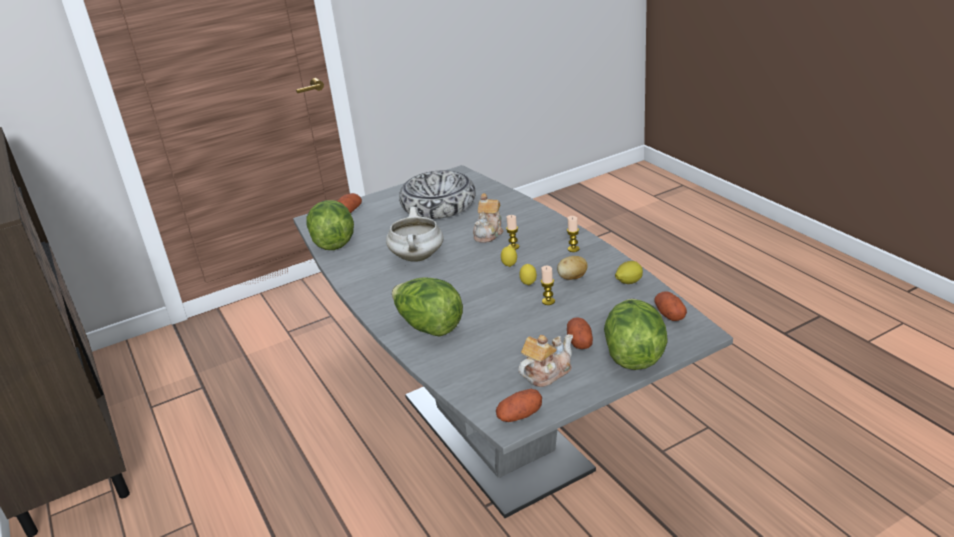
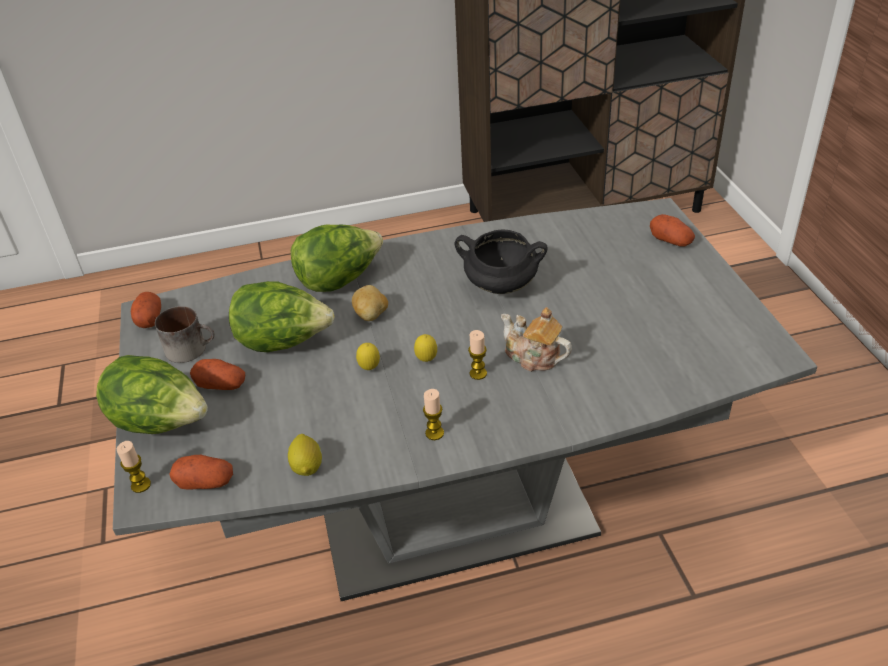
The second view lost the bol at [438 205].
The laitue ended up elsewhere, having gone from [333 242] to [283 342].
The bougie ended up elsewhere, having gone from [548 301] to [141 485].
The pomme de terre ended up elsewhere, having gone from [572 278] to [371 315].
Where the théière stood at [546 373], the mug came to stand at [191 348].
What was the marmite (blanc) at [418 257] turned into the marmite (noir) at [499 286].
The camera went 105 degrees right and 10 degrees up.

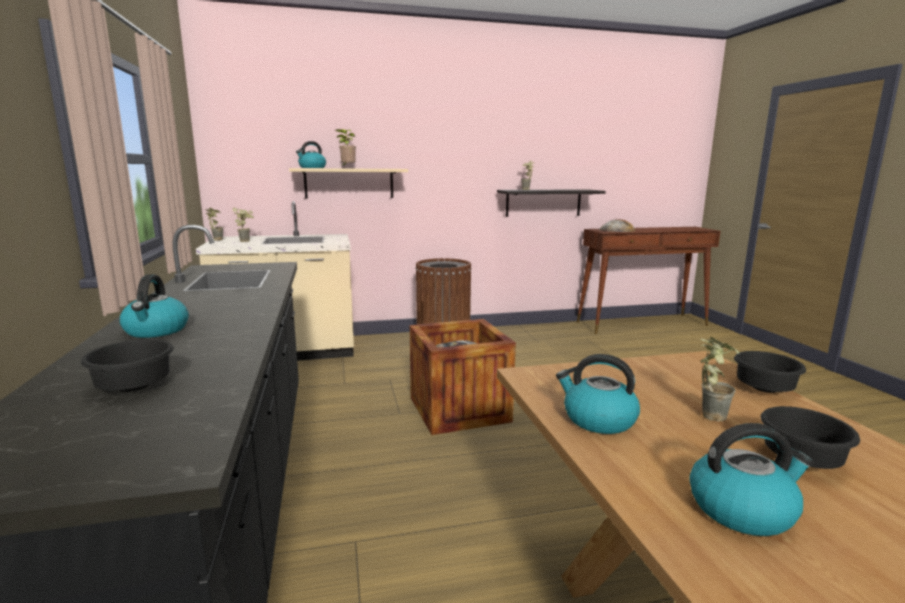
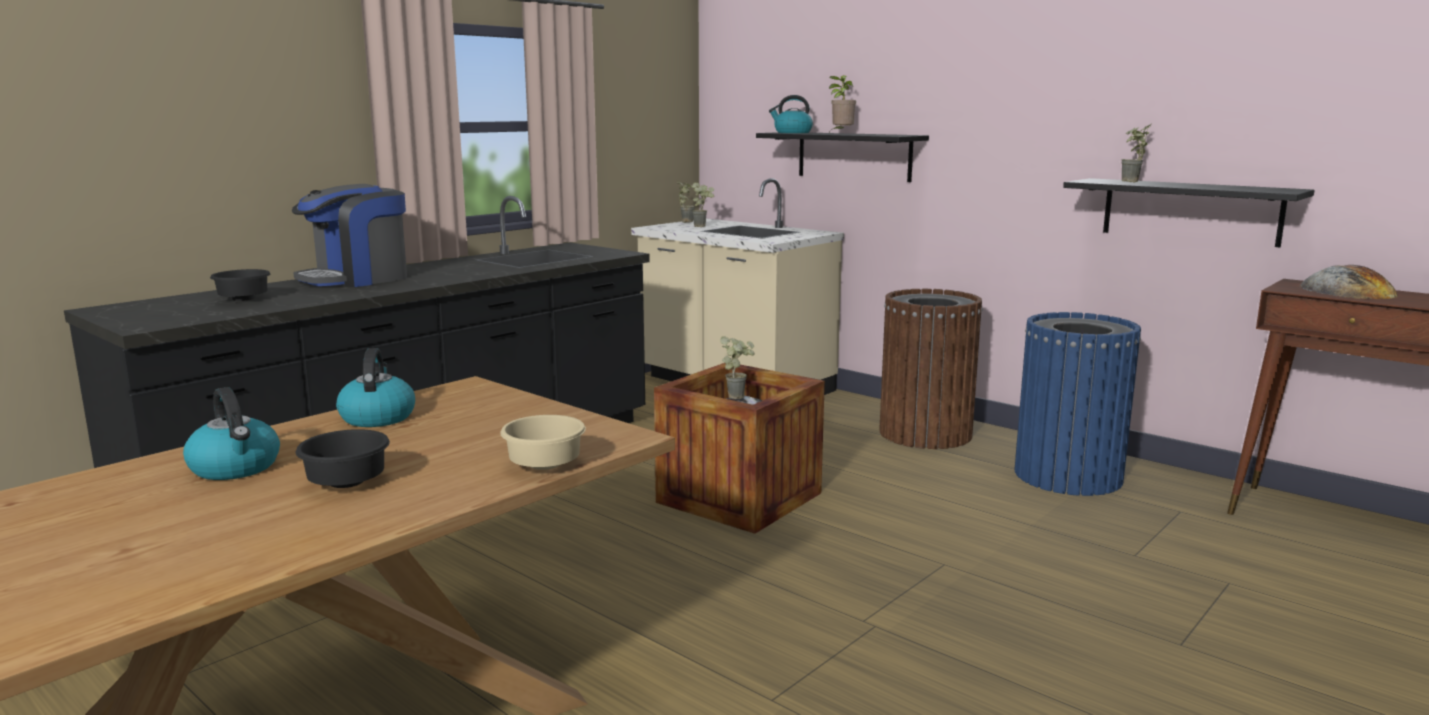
The second view gained the poubelle (bleu) at [1068 476].
The plante en pot ended up elsewhere, having gone from [707 413] to [738 396].
Where the bouilloire stood at [156 331], the machine à café came to stand at [357 279].
What was the étagère (beige) at [349 183] turned into the étagère (noir) at [854 156].
What was the bol (noir) at [763 389] turned into the bol (beige) at [542 465].
The camera went 55 degrees right and 0 degrees up.

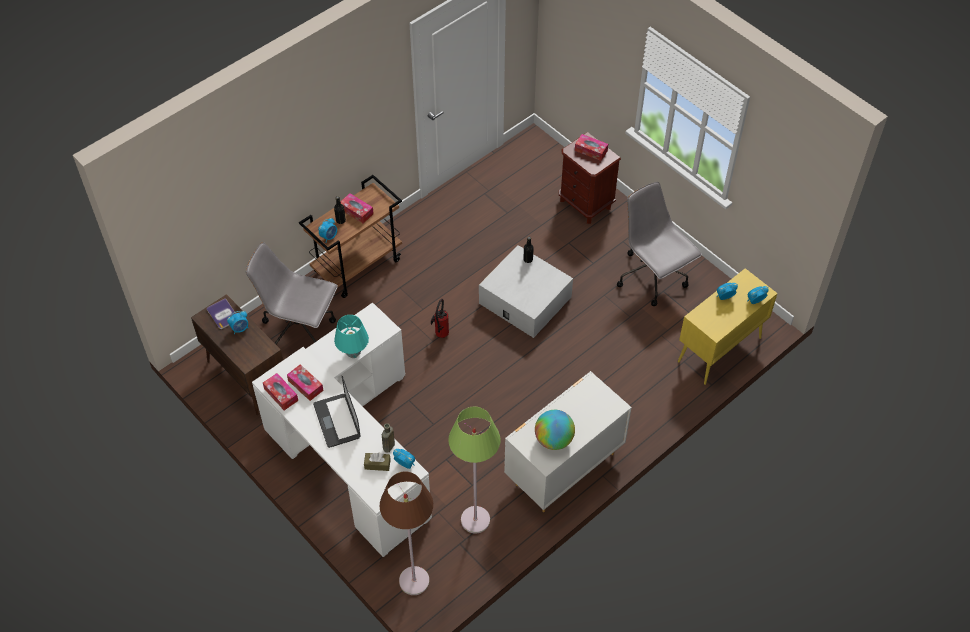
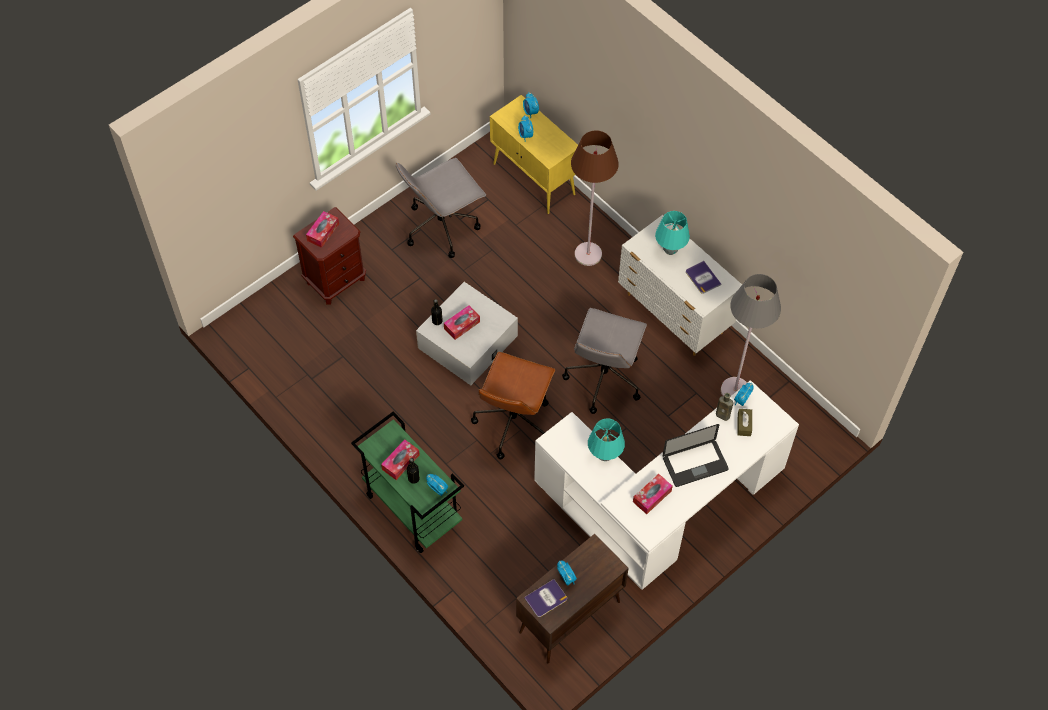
The second view gained the lampe de table (turquoise) at [670 250].
The chaise de bureau (gris) ended up elsewhere, having gone from [300 330] to [603 378].
The boîte à mouchoirs ended up elsewhere, having gone from [281 394] to [462 325].
The lampadaire (marron) ended up elsewhere, having gone from [414 581] to [588 254].
Where the extincteur stood at [440 335], the chaise de bureau (marron) came to stand at [513 422].
Where the globe stood at [553 439], the livre came to stand at [702 278].
What was the chariot (marron) at [358 265] turned into the chariot (vert) at [412 508].
What was the lampadaire (vert) at [475 520] turned into the lampadaire (gris) at [734 390].
The camera went 90 degrees left and 5 degrees up.

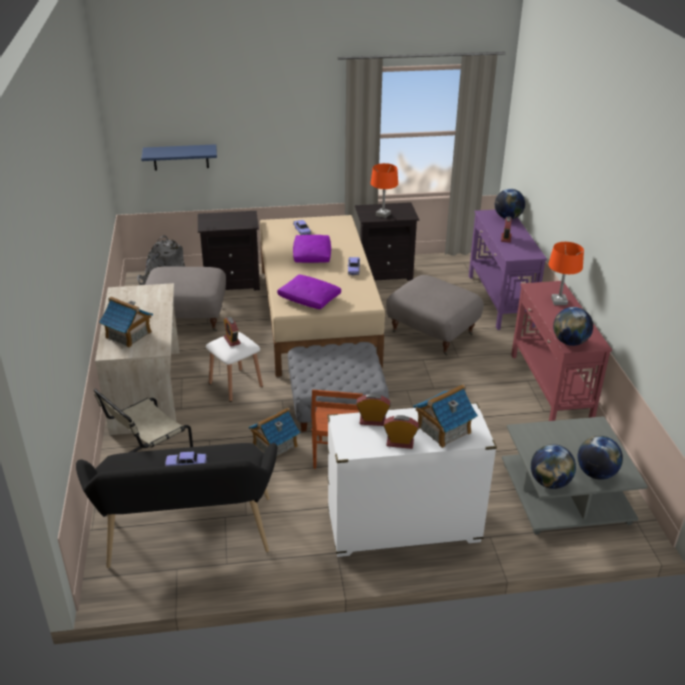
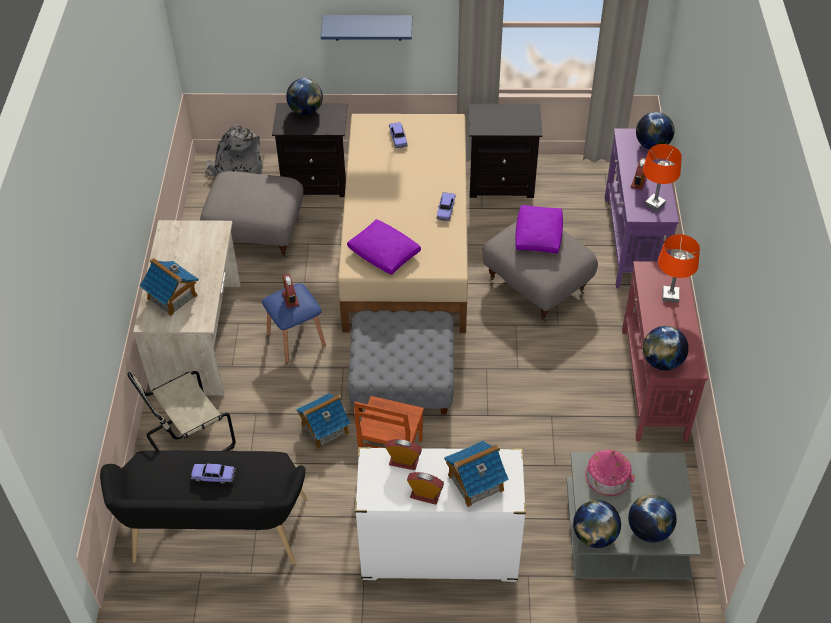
The second view gained the globe at [306 111].
The second view gained the maison miniature at [608 476].
The étagère (bleu) ended up elsewhere, having gone from [180 157] to [368 27].
The coussin (violet) ended up elsewhere, having gone from [312 255] to [538 235].
The lampe de table (orange) ended up elsewhere, having gone from [383 214] to [654 204].
What was the tabouret (blanc) at [235 384] turned into the tabouret (bleu) at [296 339].
The camera went 10 degrees right and 15 degrees up.

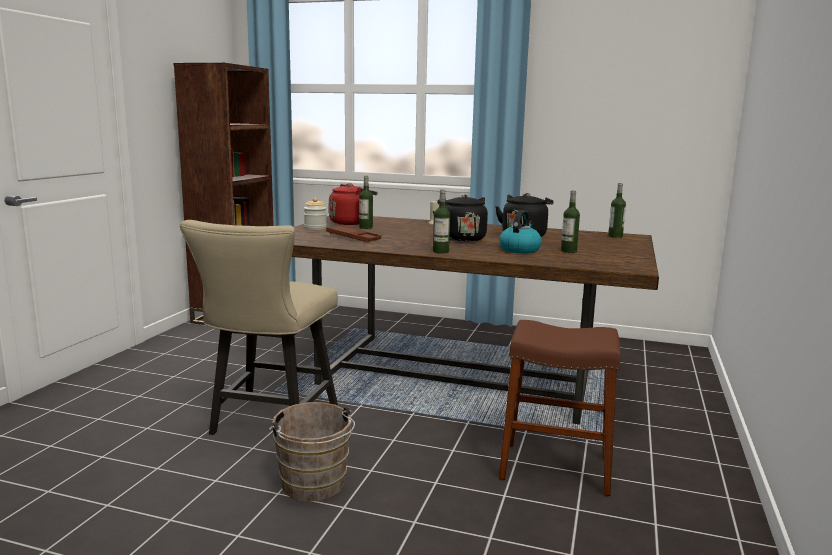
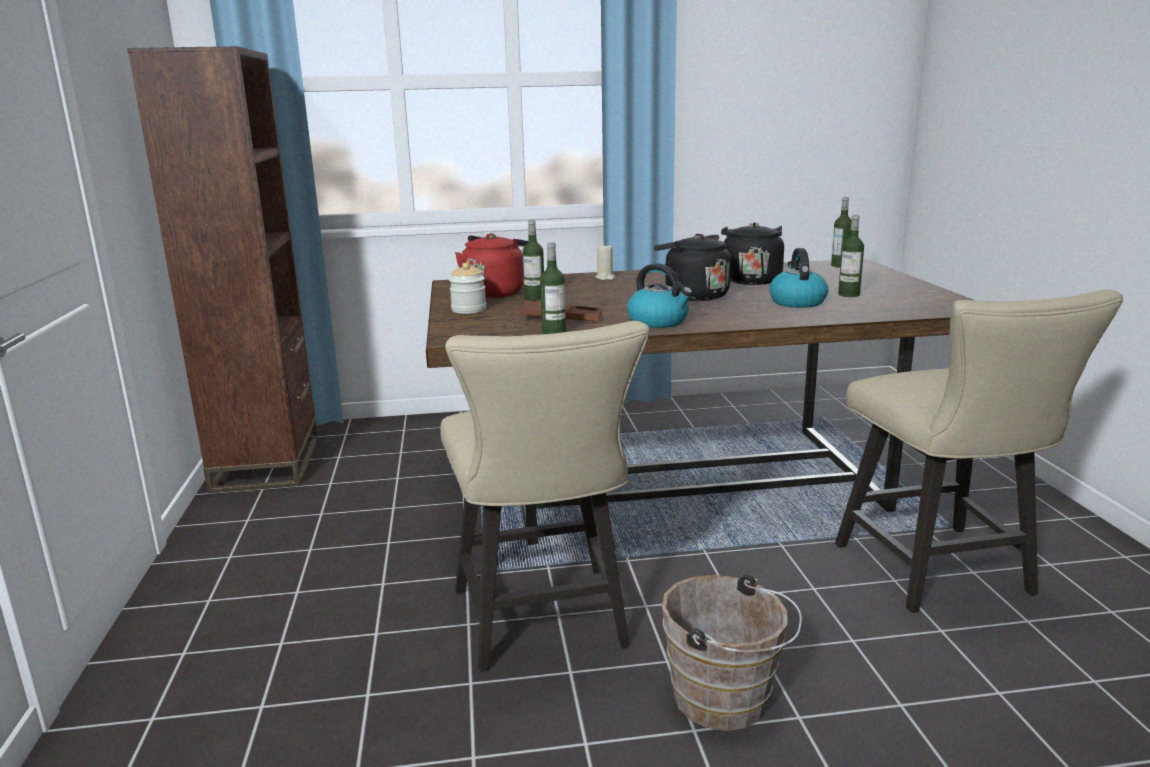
The second view gained the bouilloire at [659 322].
The bouteille ended up elsewhere, having gone from [440 252] to [554 334].
Where the tabouret (marron) stood at [555 467], the chaise (beige) came to stand at [942 575].
The camera went 25 degrees left and 5 degrees up.

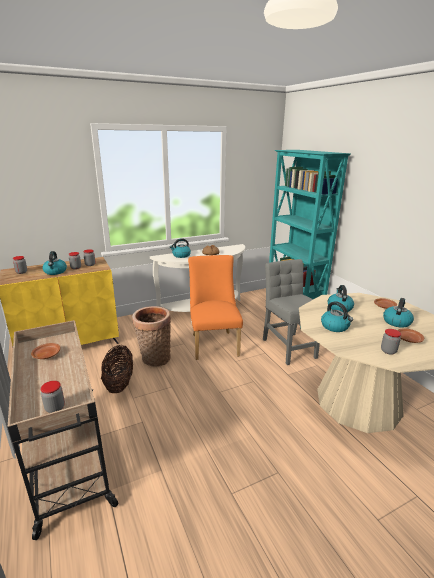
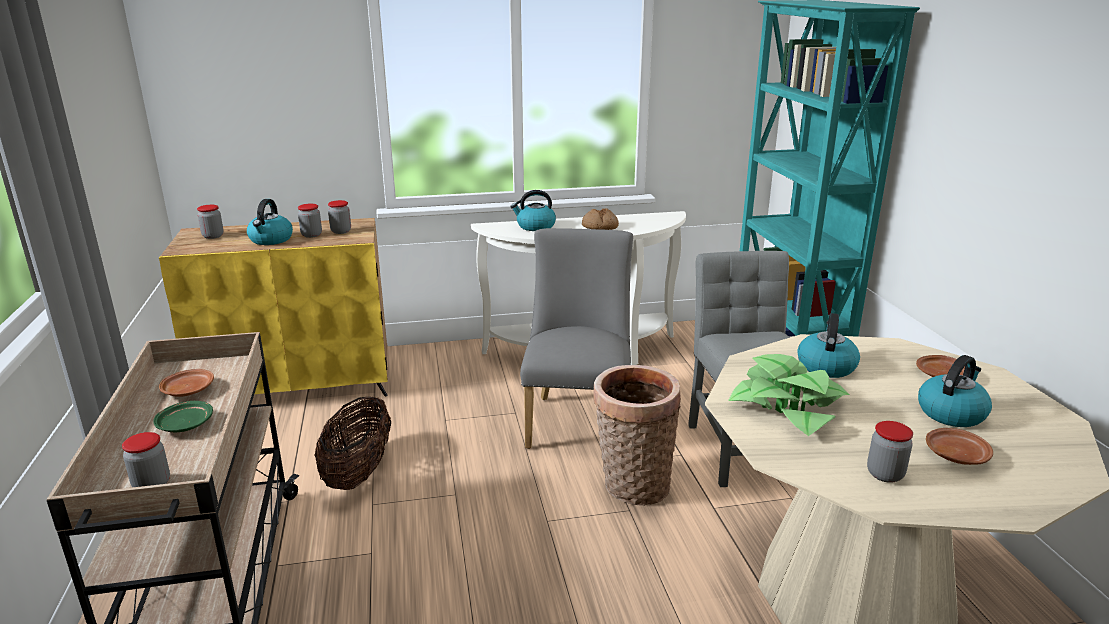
The second view gained the assiette (vert) at [185 425].
The panier ended up elsewhere, having gone from [154 358] to [632 485].
Where the bouilloire stood at [335 327], the plante en pot came to stand at [788 406].
What was the chaise (orange) at [213 343] turned into the chaise (gris) at [578 419].
The camera went 15 degrees right and 0 degrees up.

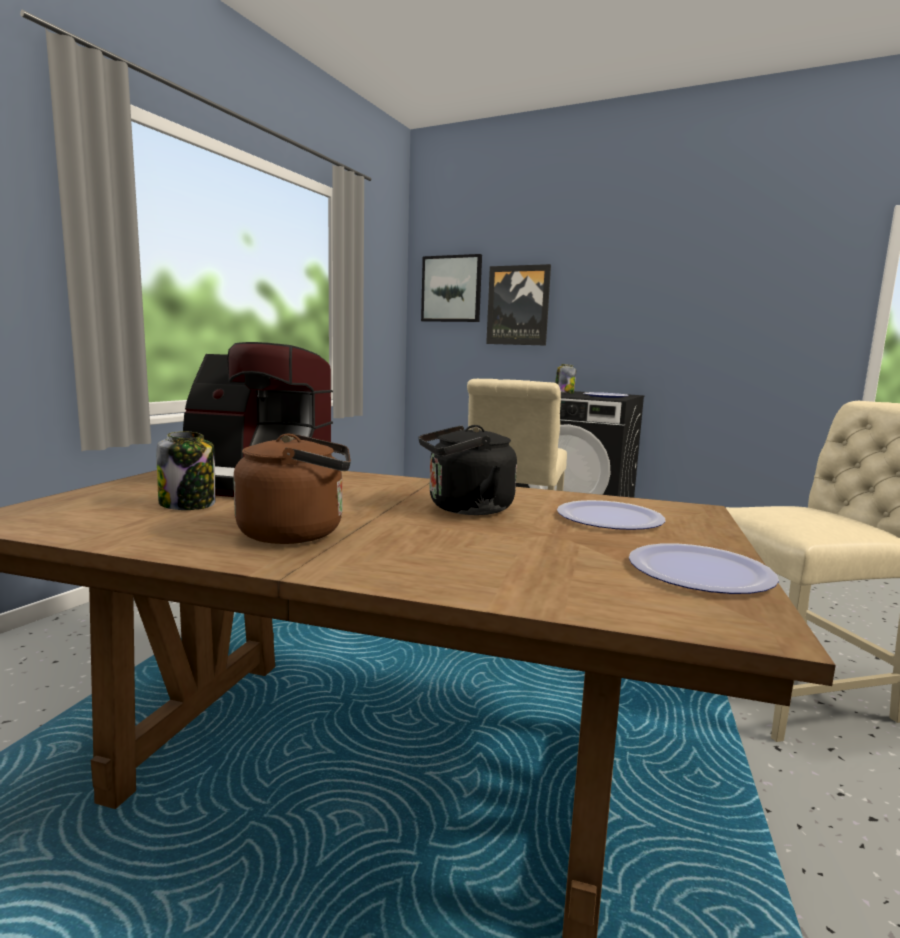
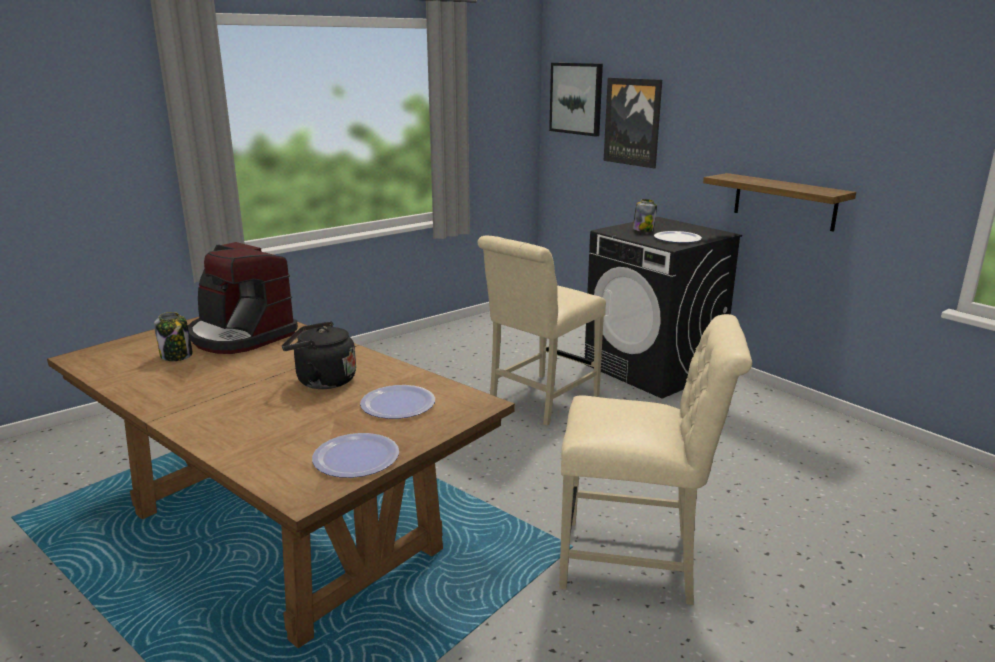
The second view lost the bouilloire (marron) at [298 533].
The second view gained the étagère at [784 201].
The camera went 25 degrees right and 10 degrees up.

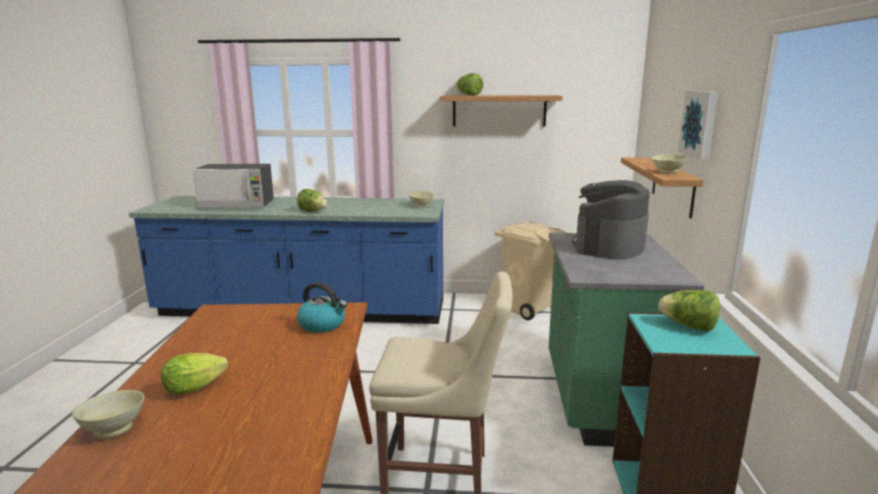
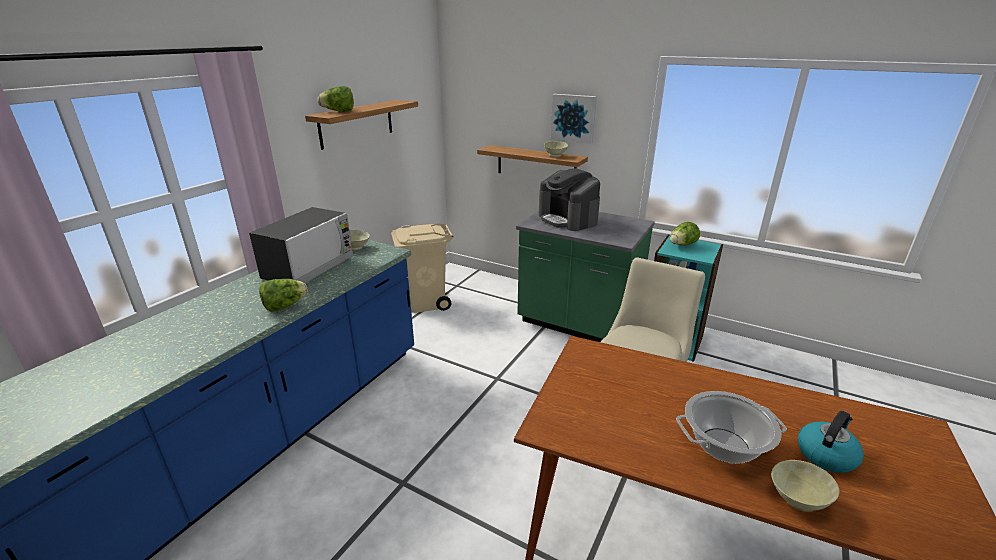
The micro-ondes ended up elsewhere, having gone from [237 205] to [309 268].
The bouilloire ended up elsewhere, having gone from [323 324] to [825 454].
Where the laitue stood at [198 387], the marmite came to stand at [724 446].
The camera went 65 degrees left and 10 degrees up.

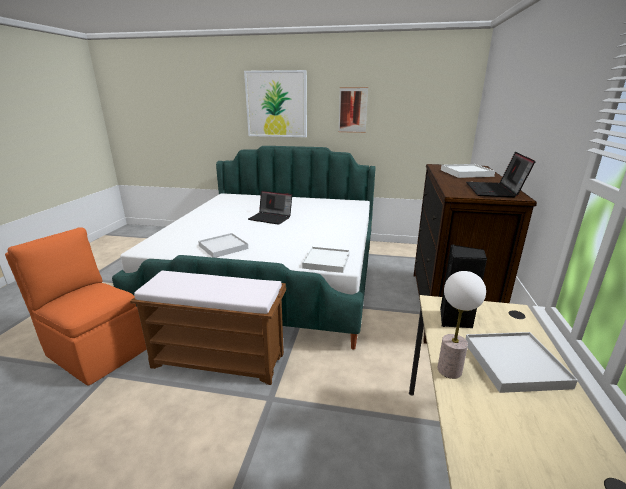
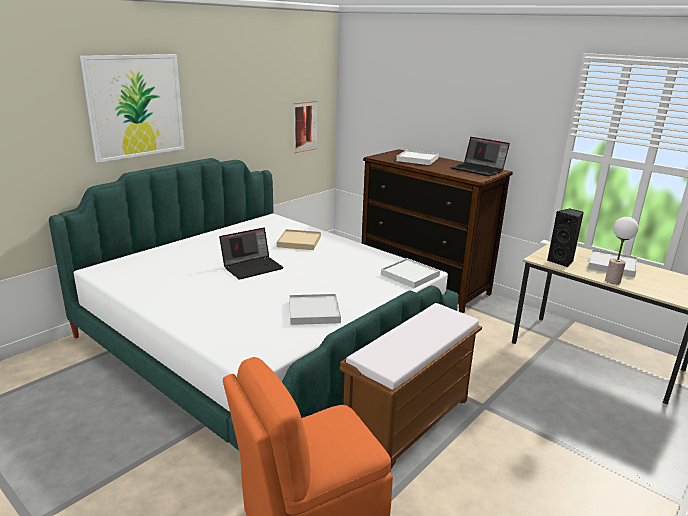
The second view gained the plateau (beige) at [299 242].
The tableau ended up elsewhere, having gone from [353 110] to [305 126].
The camera went 60 degrees left and 0 degrees up.

